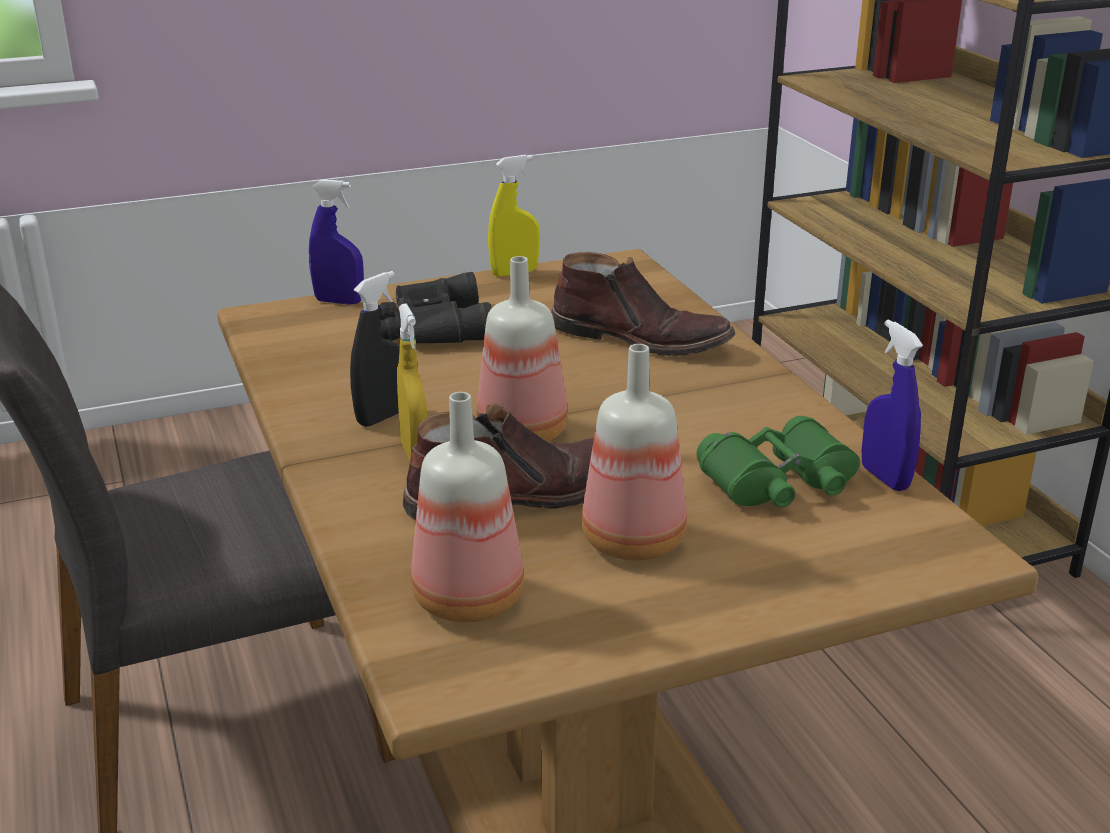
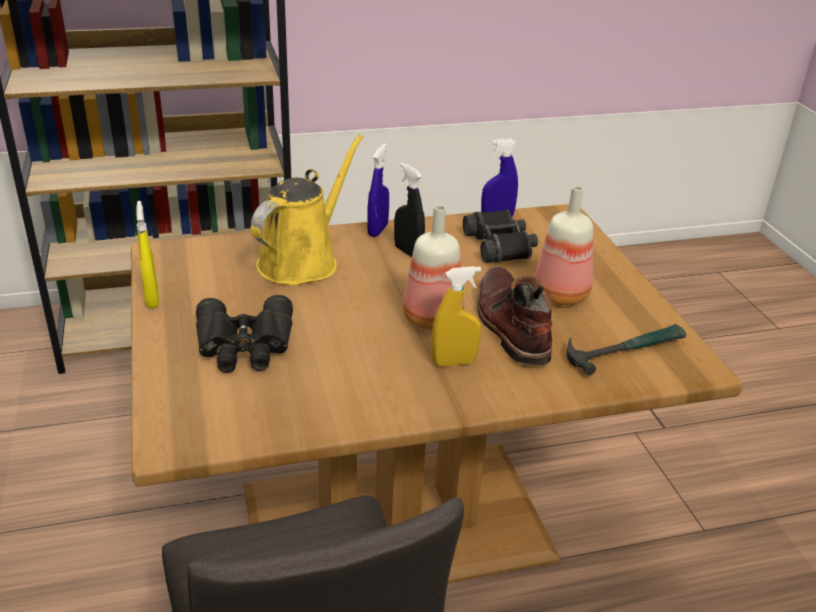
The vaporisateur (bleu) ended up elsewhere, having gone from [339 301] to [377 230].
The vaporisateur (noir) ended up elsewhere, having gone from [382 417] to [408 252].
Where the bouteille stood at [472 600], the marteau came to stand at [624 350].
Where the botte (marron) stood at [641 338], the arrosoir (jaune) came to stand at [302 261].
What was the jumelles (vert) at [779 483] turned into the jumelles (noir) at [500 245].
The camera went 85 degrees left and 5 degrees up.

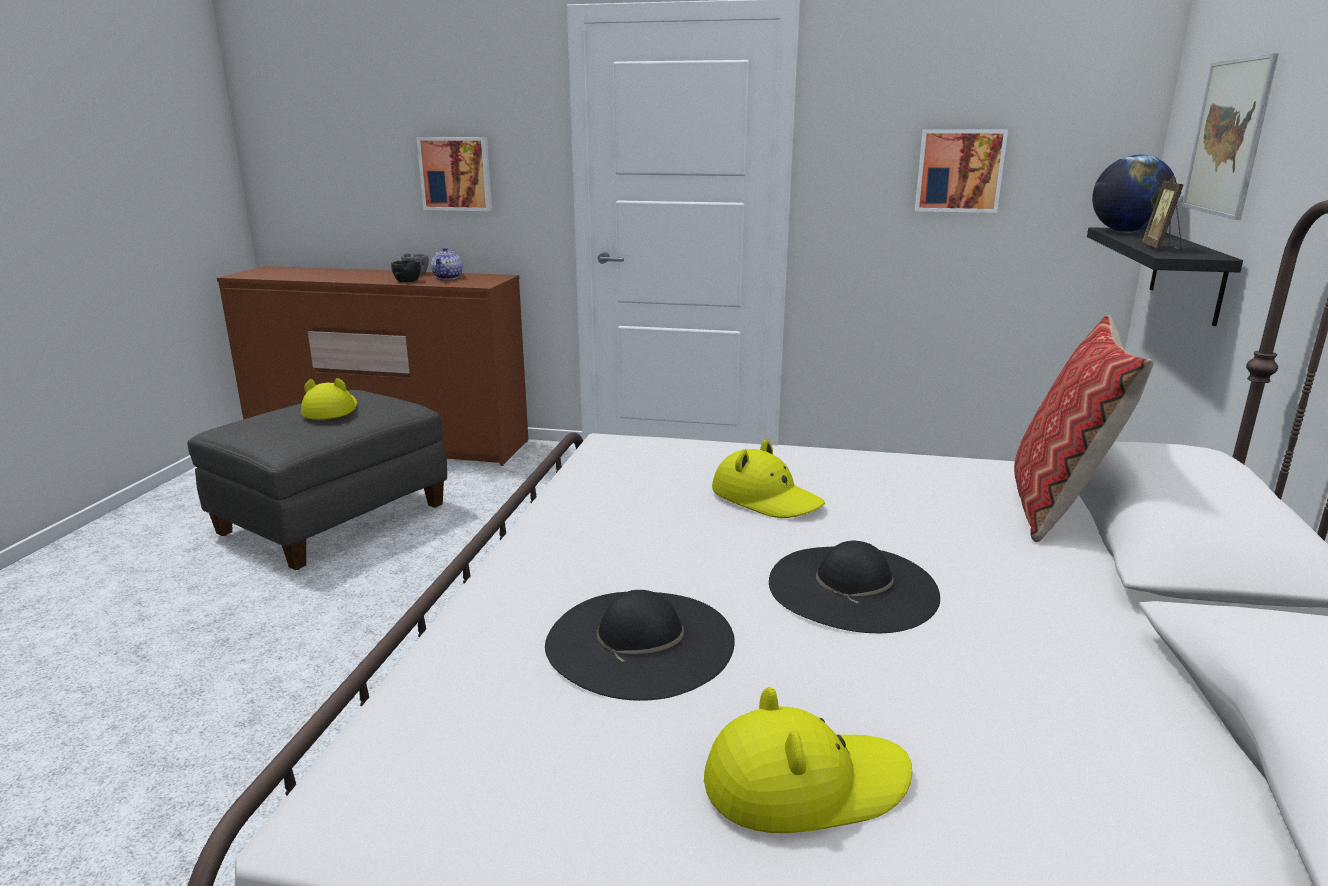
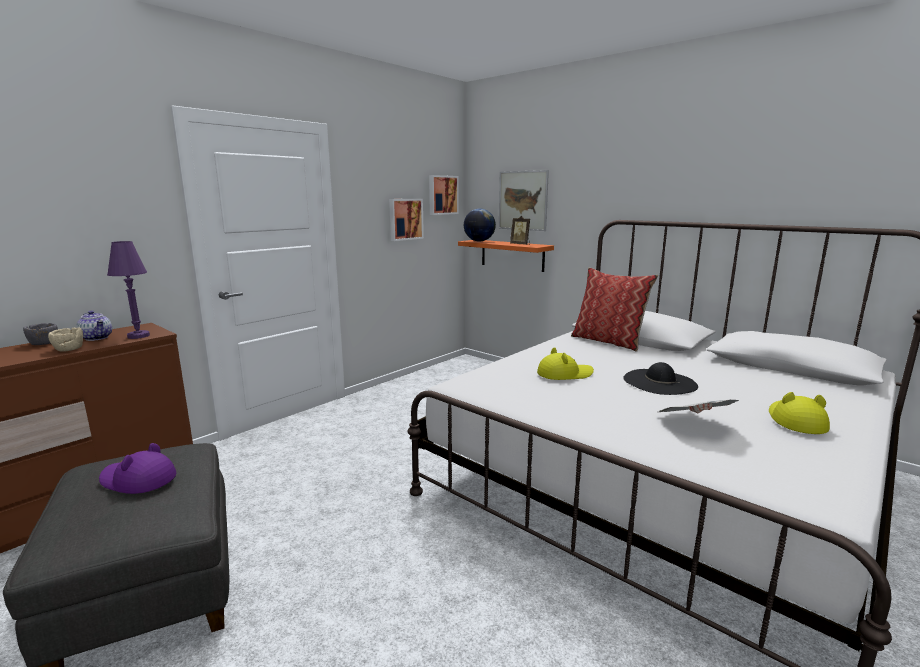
The second view gained the lampe de table (violet) at [138 336].
The tableau ended up elsewhere, having gone from [456 173] to [442 195].
Where the chapeau (noir) stood at [640 642], the journal came to stand at [693 424].
What was the chapeau (jaune) at [330 410] turned into the chapeau (violet) at [138 480].
What was the bol (noir) at [407 281] turned into the bol (beige) at [69 349].
What was the étagère (noir) at [1187 274] turned into the étagère (orange) at [512 255].
The camera went 60 degrees left and 5 degrees down.

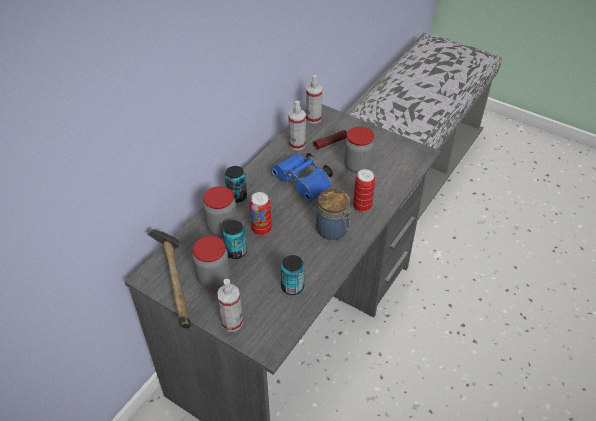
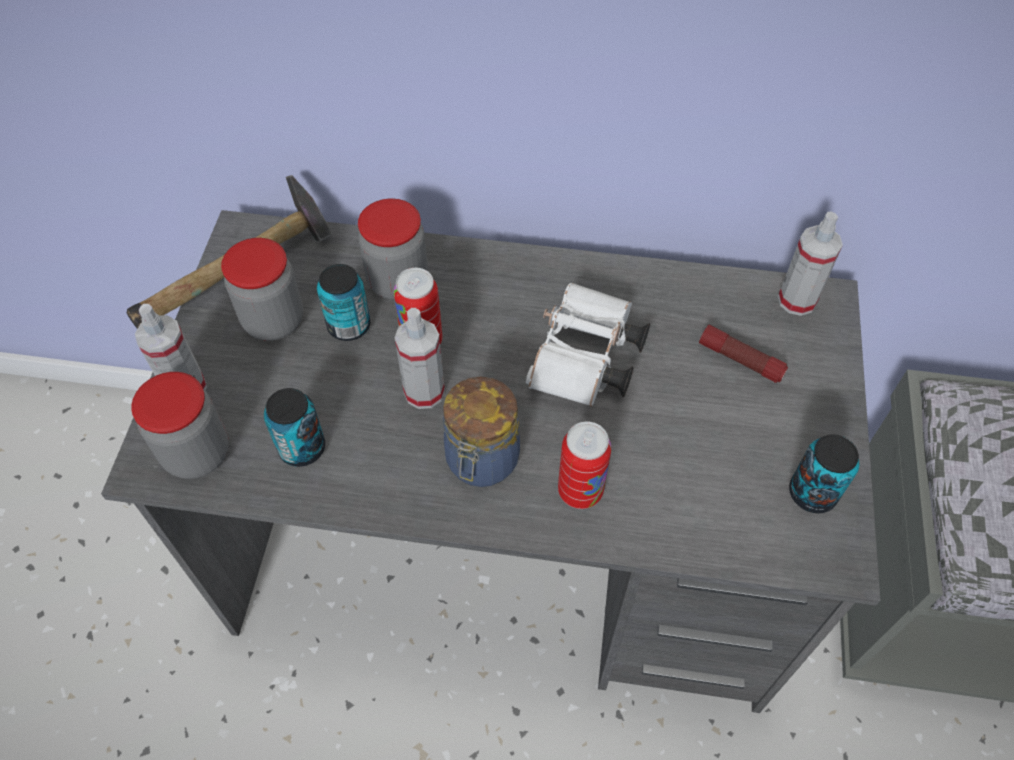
The boîte métallique ended up elsewhere, having gone from [237 196] to [812 493].
The vaporisateur ended up elsewhere, having gone from [297 144] to [424 392].
The bocal ended up elsewhere, having gone from [357 166] to [197 453].
What was the jumelles (bleu) at [304 184] turned into the jumelles (blanc) at [585 362].
The camera went 65 degrees right and 10 degrees up.

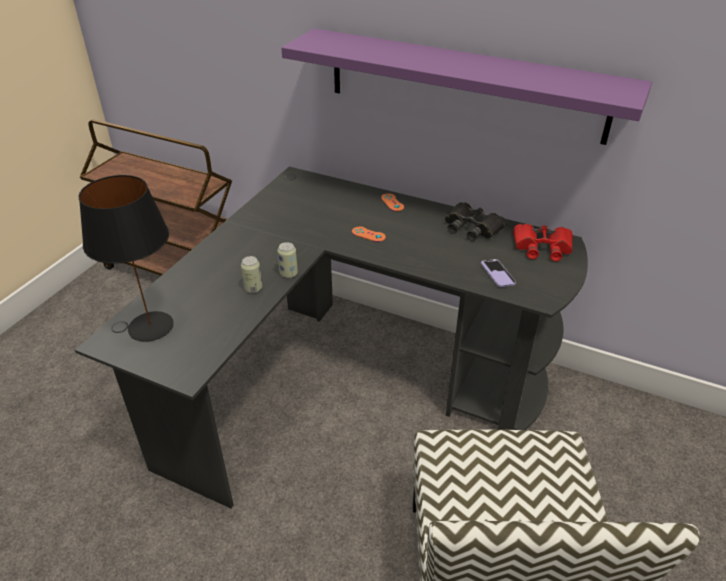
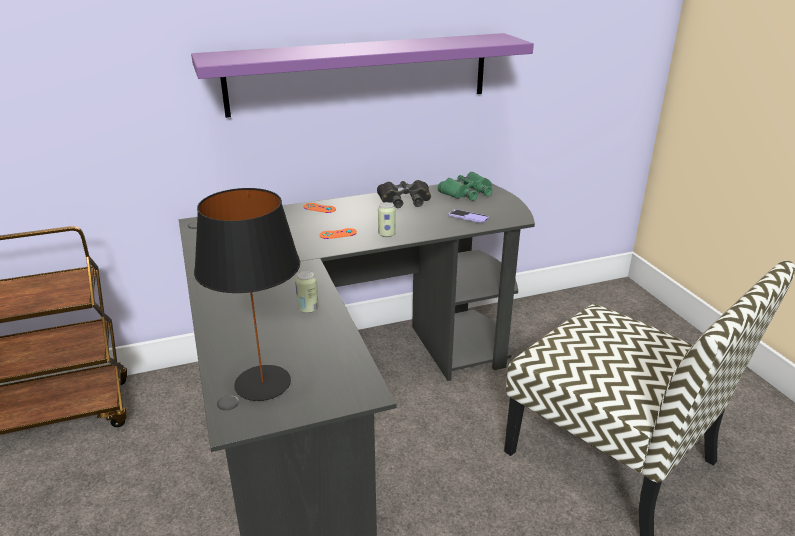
The boîte métallique ended up elsewhere, having gone from [288 274] to [386 234].
What was the jumelles (rouge) at [542 247] turned into the jumelles (vert) at [467 192].
The camera went 45 degrees left and 10 degrees down.

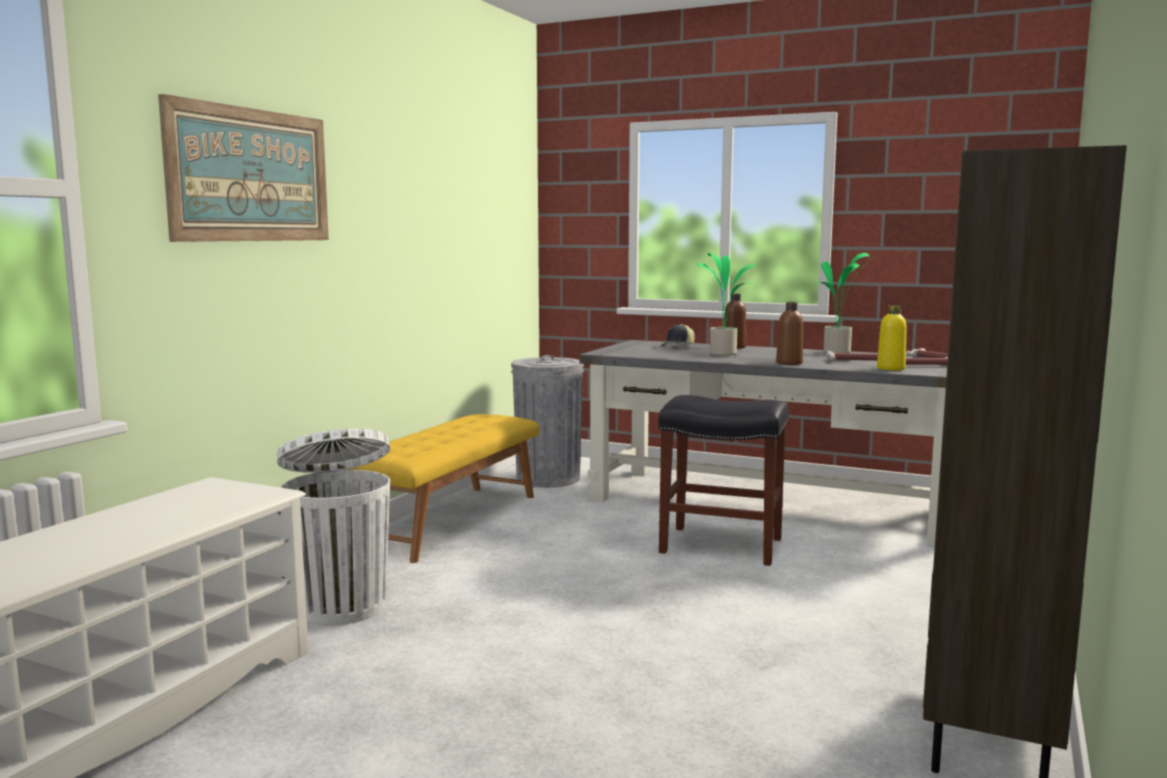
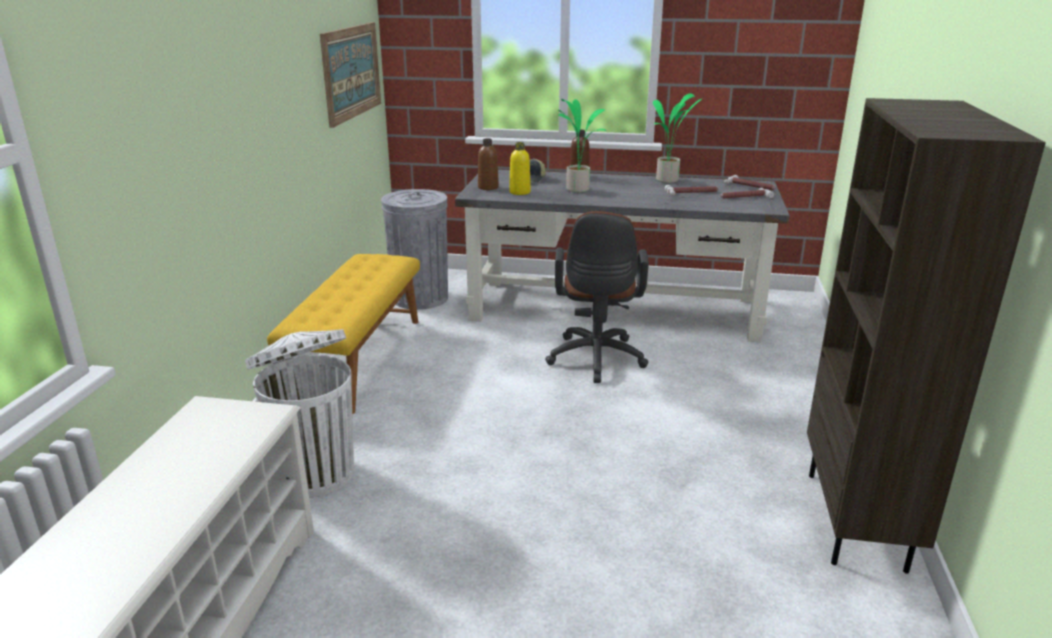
The tableau ended up elsewhere, having gone from [251 175] to [351 72].
The bouteille (marron) ended up elsewhere, having gone from [789 363] to [488 187].
The bouteille (jaune) ended up elsewhere, having gone from [890 368] to [520 192].
Where the tabouret (noir) stood at [719 545], the chaise de bureau (marron) came to stand at [596 361].
The camera went 15 degrees left and 15 degrees up.

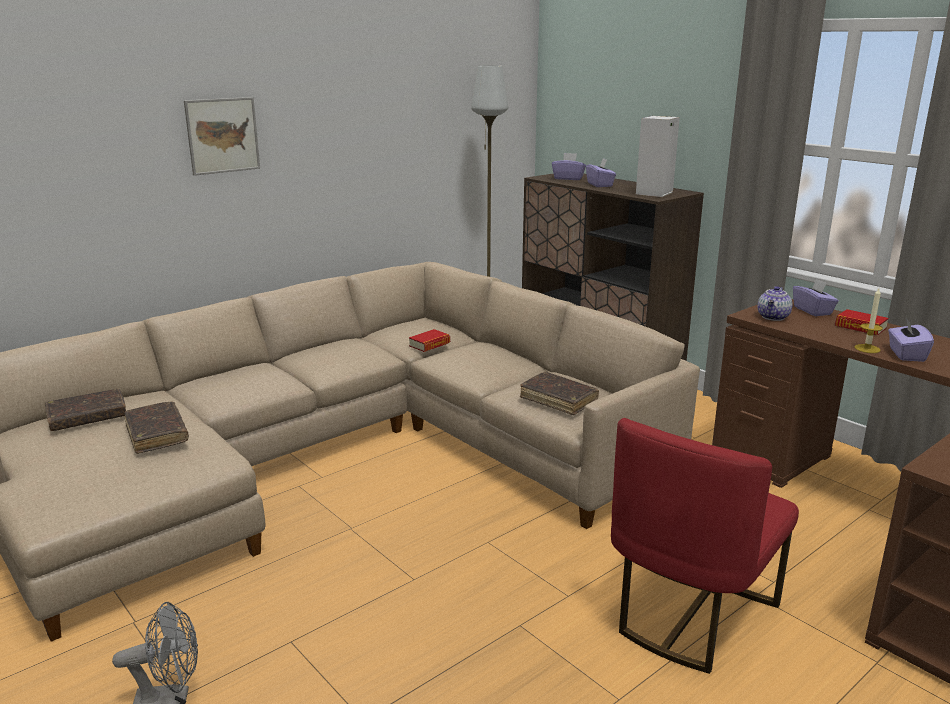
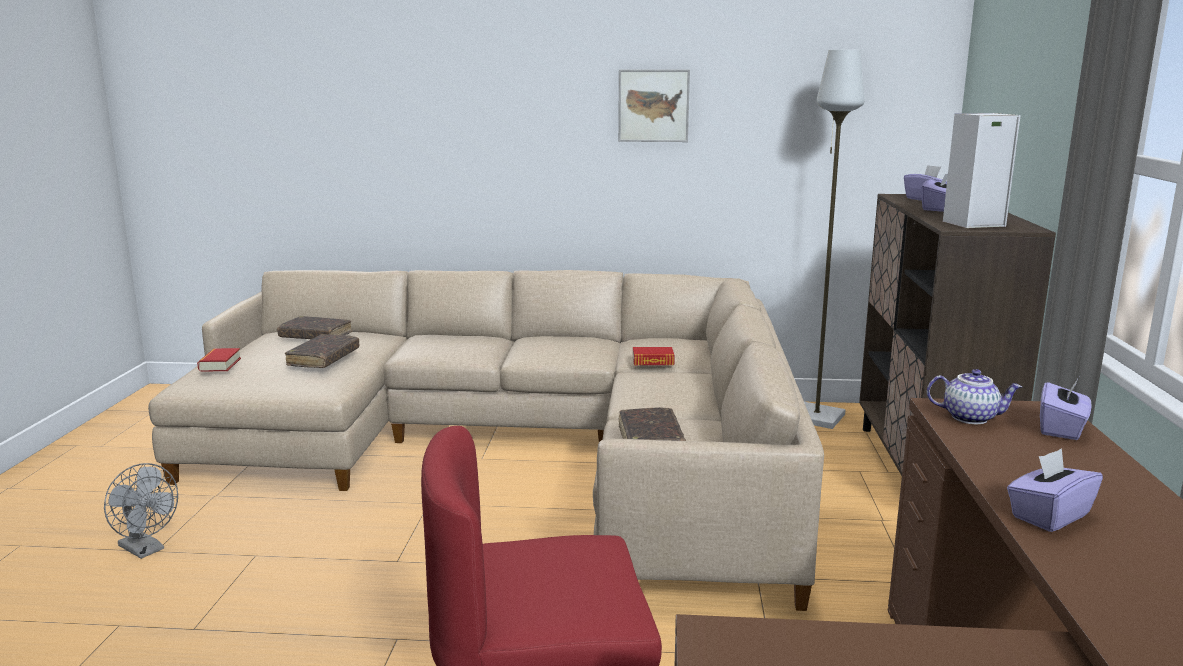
The second view lost the bougie at [867 348].
The tableau ended up elsewhere, having gone from [222 135] to [653 106].
The livre ended up elsewhere, having gone from [860 327] to [220 364].
The théière at [773 317] ended up facing another way, 150 degrees counterclockwise from before.
The camera went 45 degrees right and 5 degrees down.

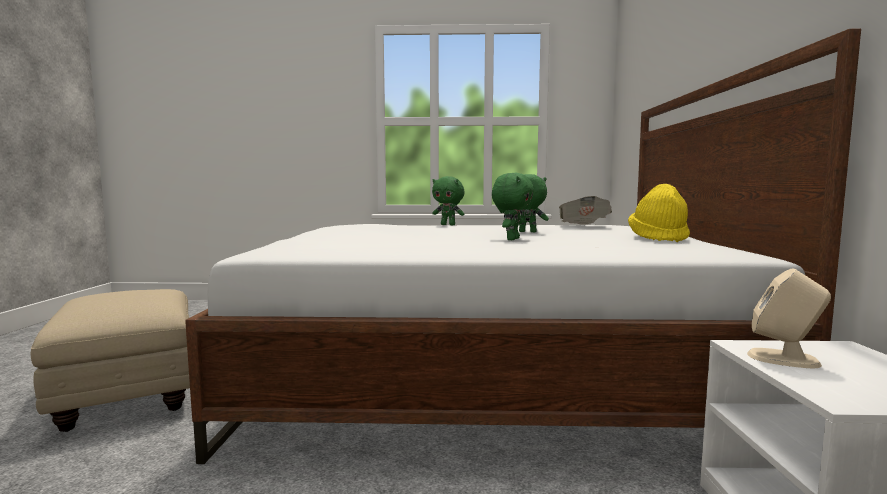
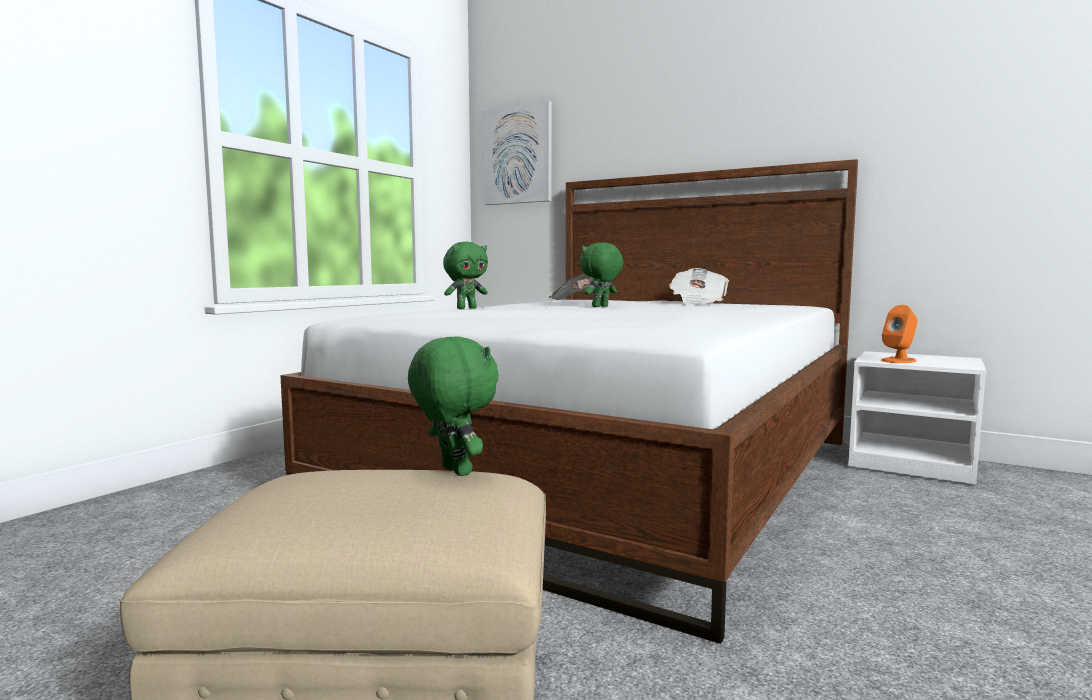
The second view gained the tableau at [518 155].
The peluche (vert) ended up elsewhere, having gone from [511 239] to [453 471].
Where the chapeau (jaune) stood at [658 238], the journal came to stand at [698 303].
What was the enceinte (beige) at [784 359] turned into the enceinte (orange) at [898 360].
The camera went 60 degrees left and 0 degrees up.

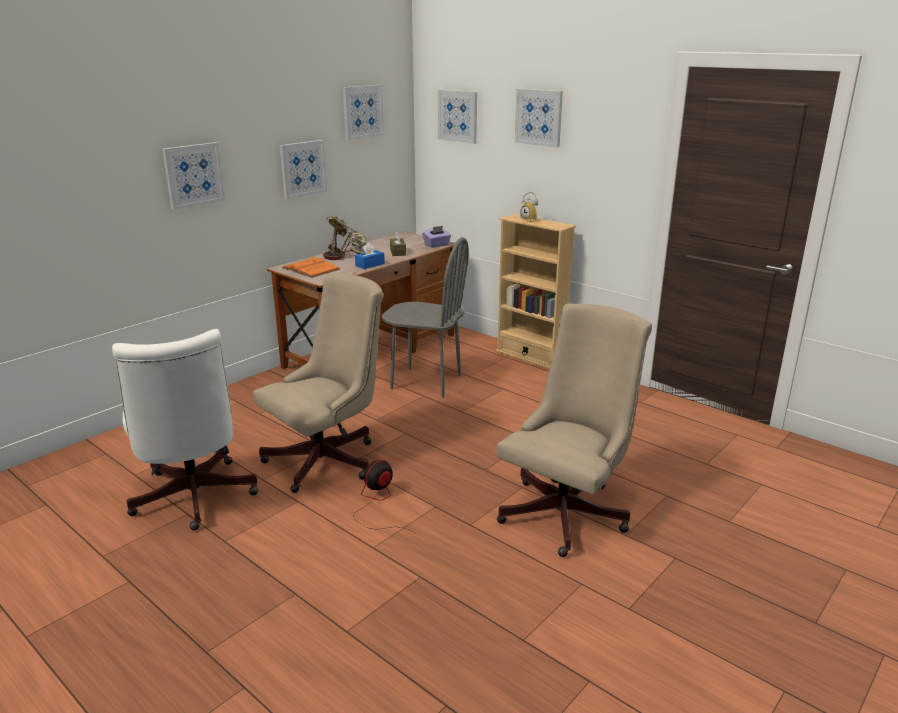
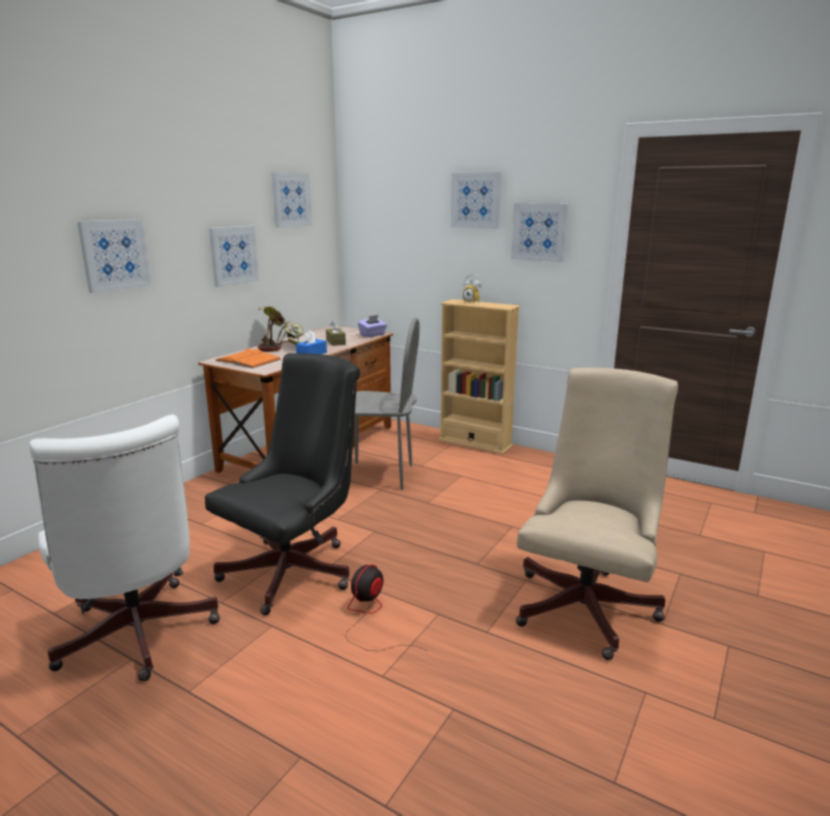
The tableau ended up elsewhere, having gone from [458 116] to [539 232].
What was the chaise de bureau (beige) at [329 459] turned into the chaise de bureau (noir) at [296 569].
The camera went 10 degrees left and 5 degrees down.

